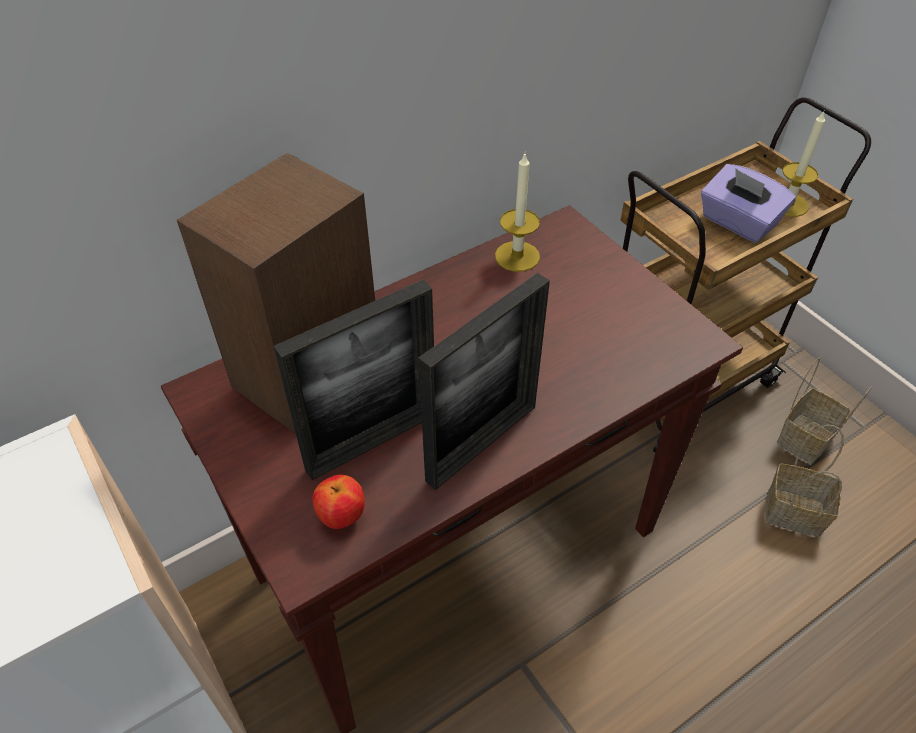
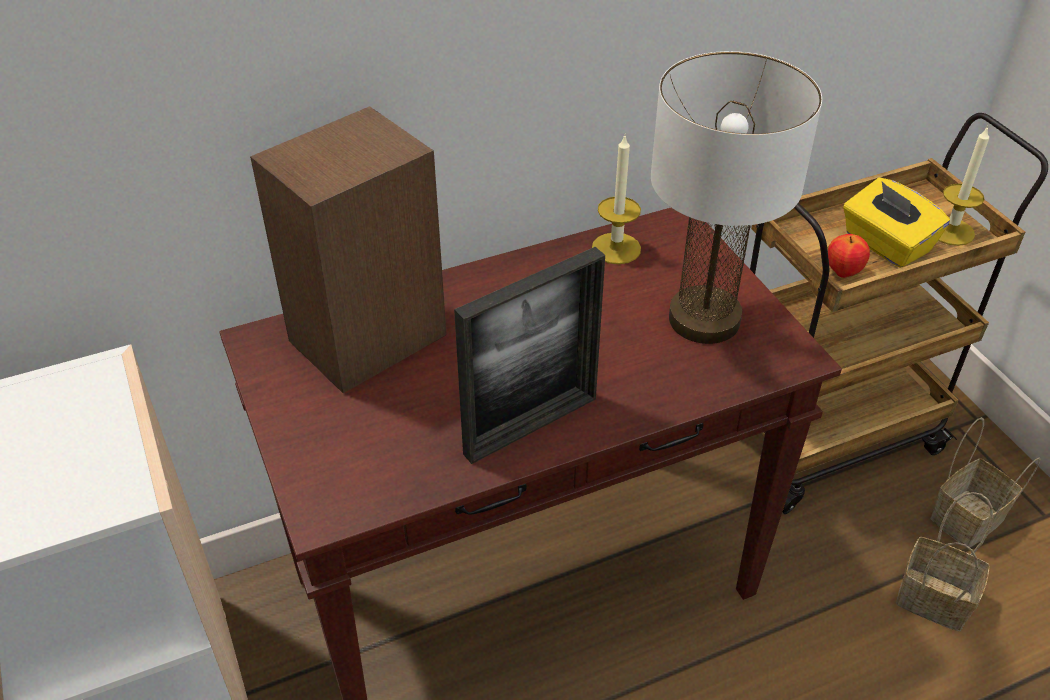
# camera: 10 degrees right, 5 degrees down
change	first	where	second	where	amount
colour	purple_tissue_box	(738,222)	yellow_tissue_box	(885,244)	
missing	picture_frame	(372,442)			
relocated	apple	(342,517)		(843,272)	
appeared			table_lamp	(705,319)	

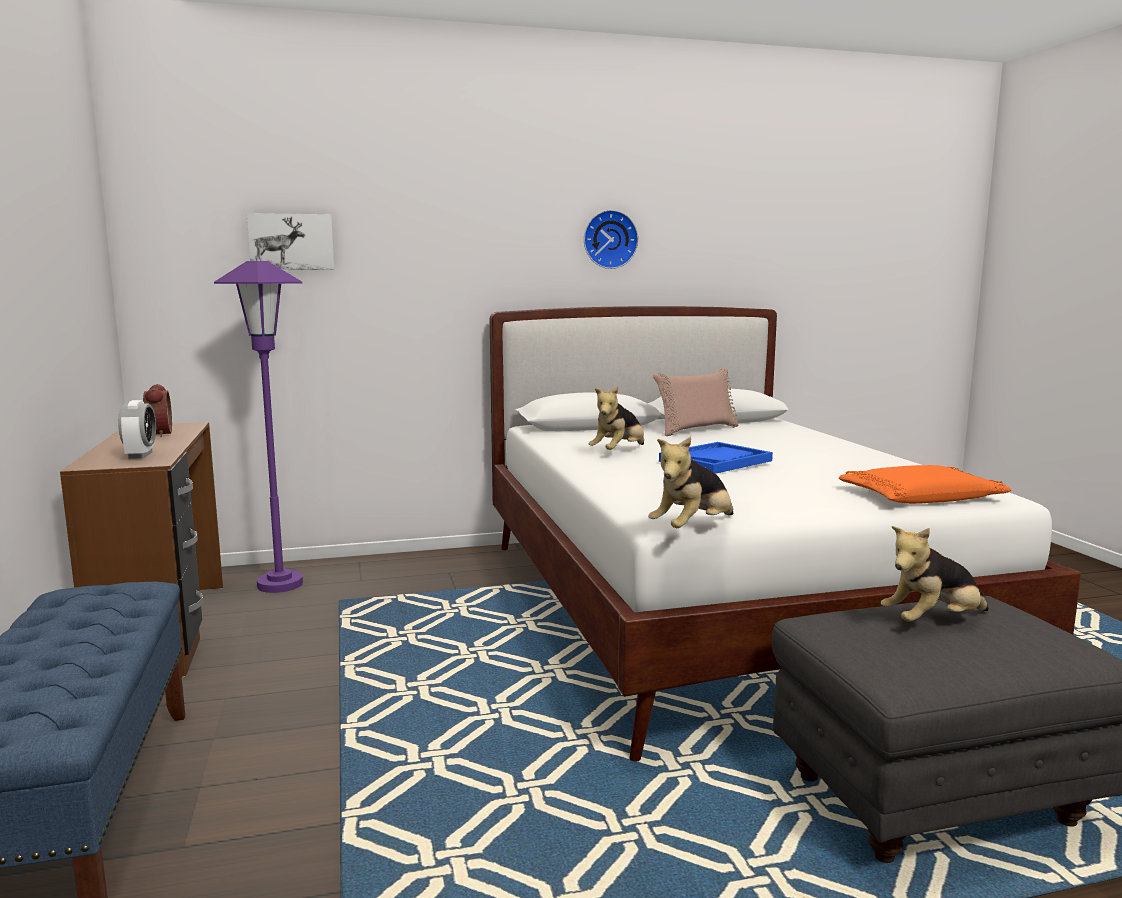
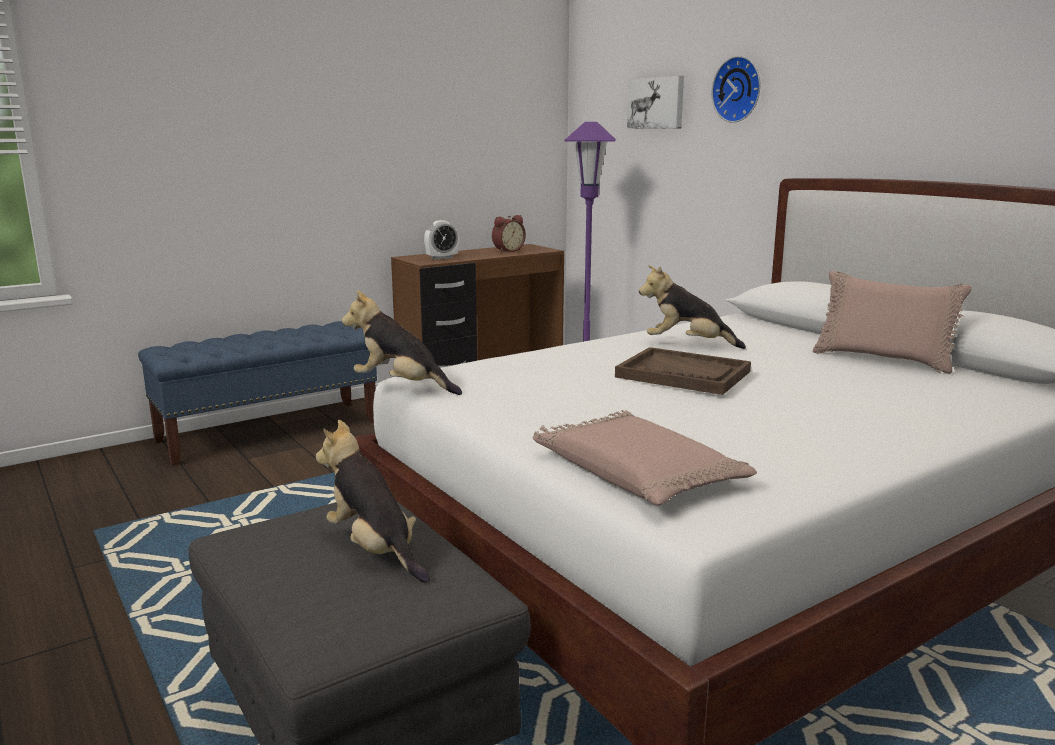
# camera: 70 degrees right, 5 degrees up
change	first	where	second	where	amount
relocated	wall_clock	(609,239)		(739,89)	
colour	blue_tray	(715,461)	brown_tray	(683,374)	
colour	orange_pillow	(922,495)	beige_pillow	(637,470)	

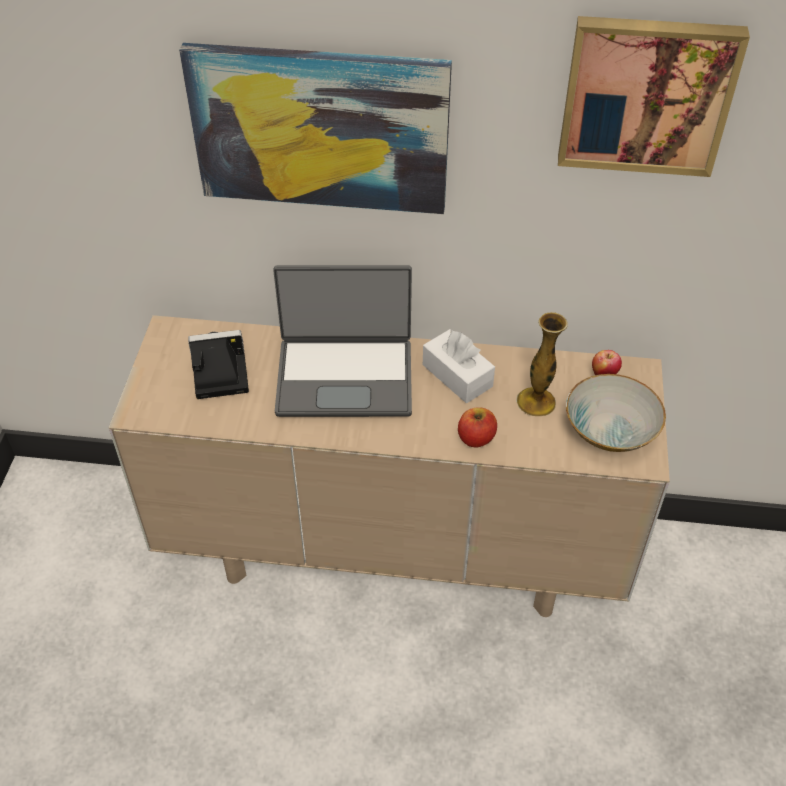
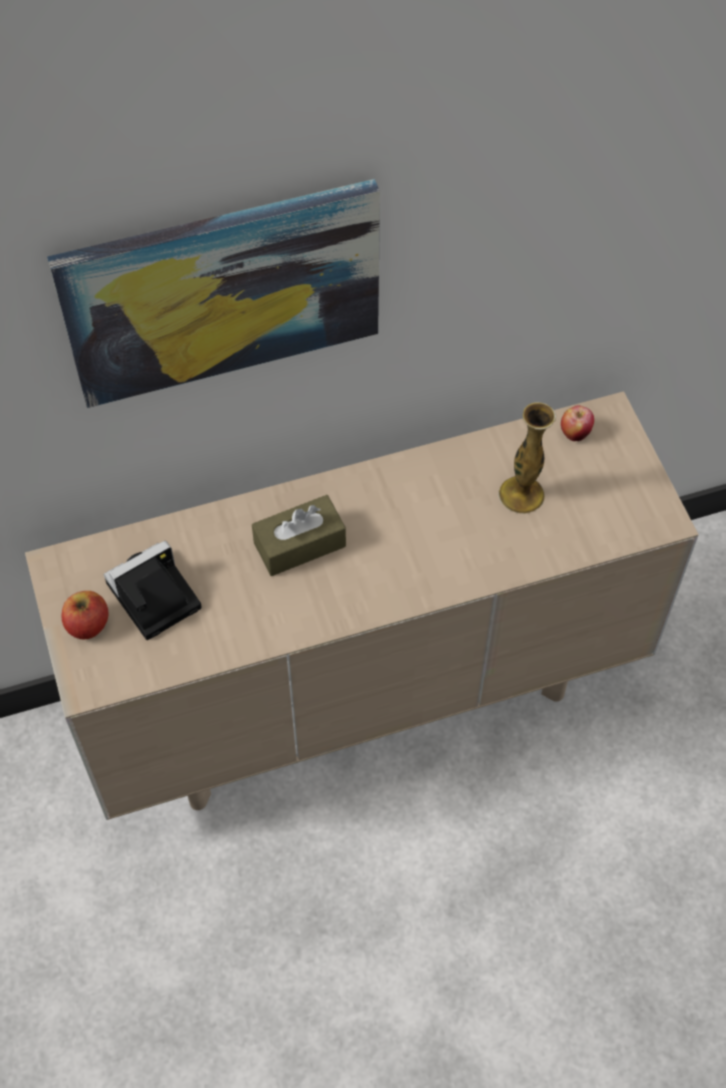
# camera: 25 degrees left, 10 degrees up
change	first	where	second	where	amount
missing	picture	(646,94)			
exchanged	laptop	(345,376)	brown_tissue_box	(299,544)	
missing	white_tissue_box	(457,375)			
missing	bowl	(609,429)			
relocated	apple	(476,438)		(87,624)	

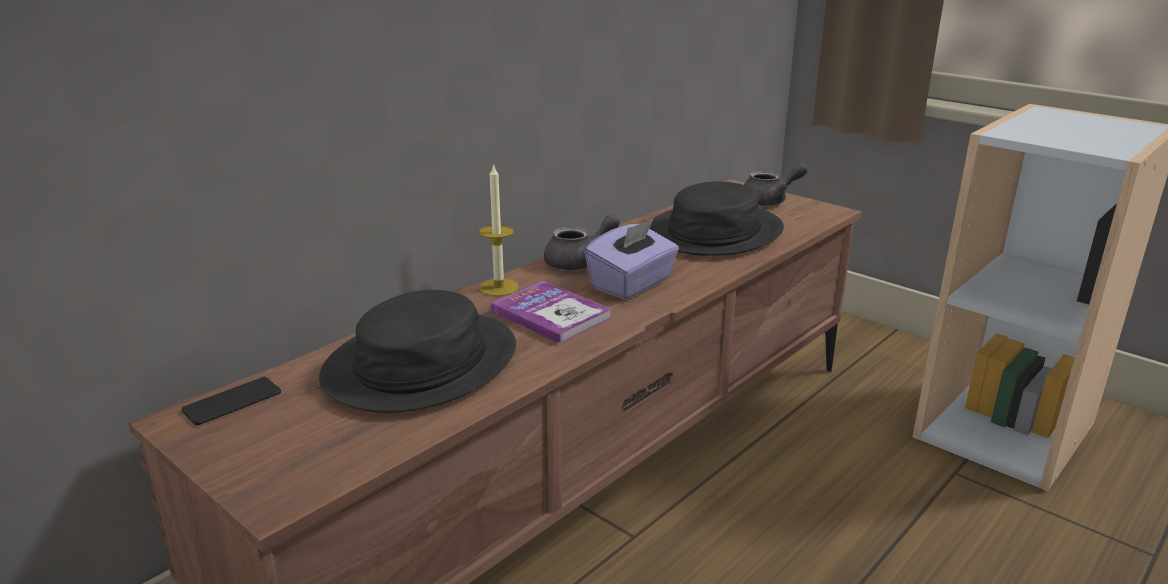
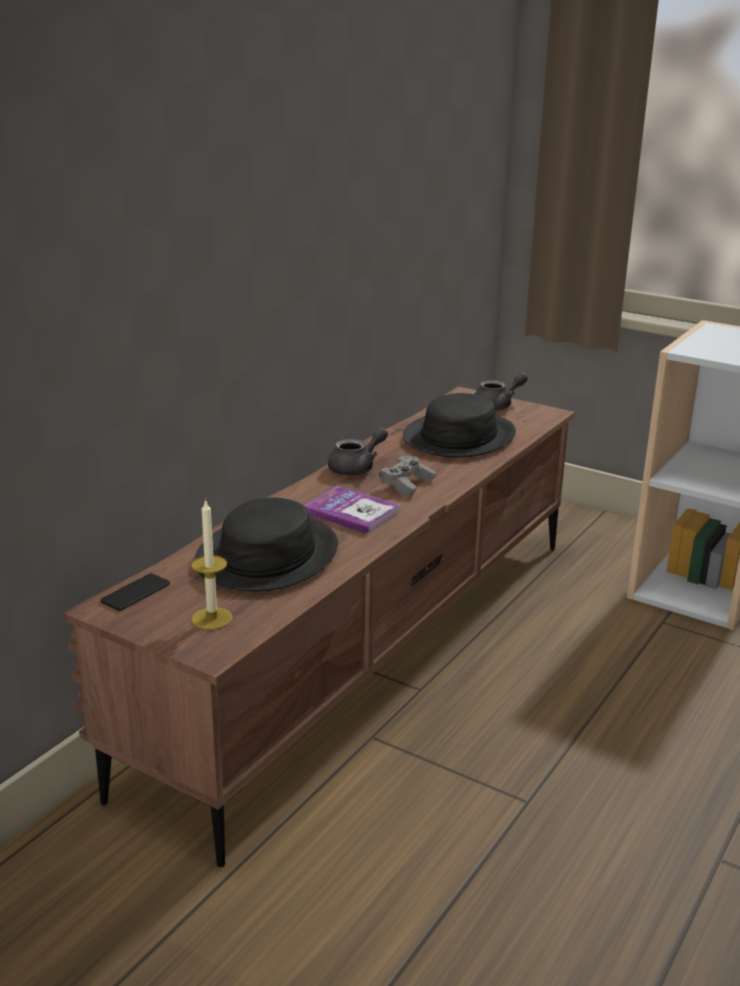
# camera: 10 degrees left, 0 degrees up
change	first	where	second	where	amount
relocated	candle	(499,287)		(212,618)	
exchanged	purple_tissue_box	(632,284)	grey_game_controller	(407,484)	

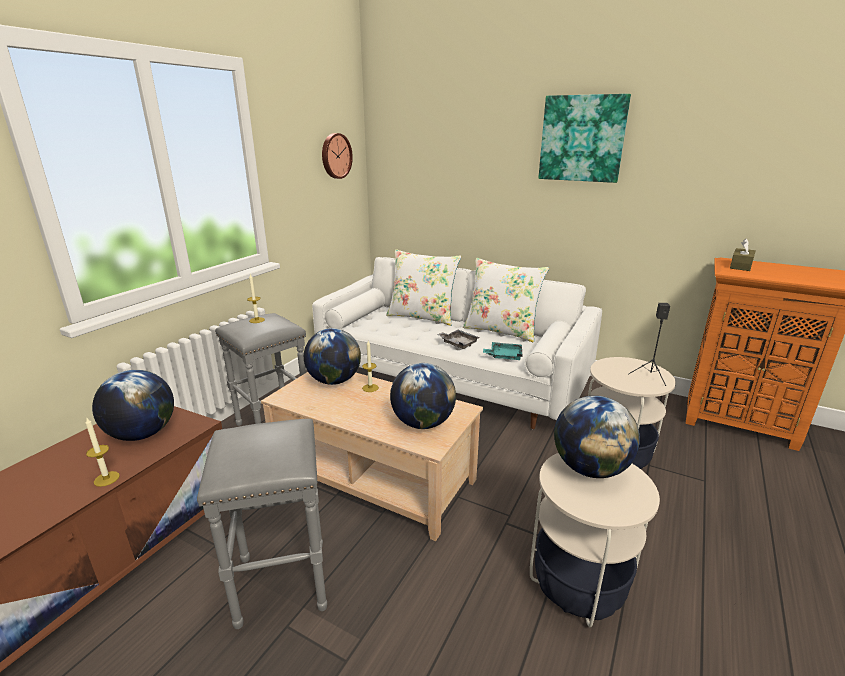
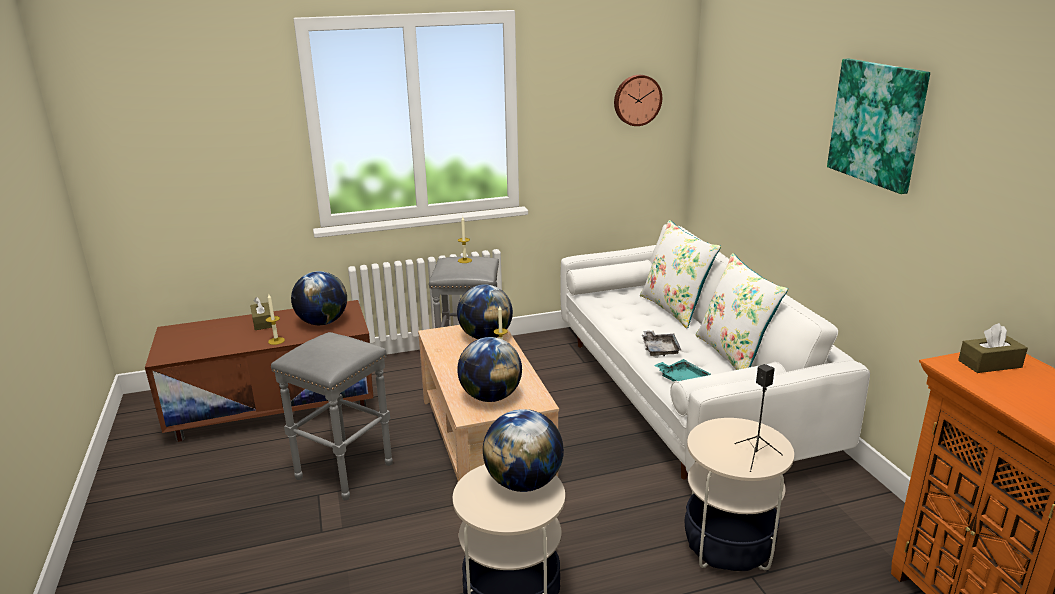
# camera: 45 degrees right, 0 degrees up
change	first	where	second	where	amount
appeared			brown_tissue_box	(262,322)	

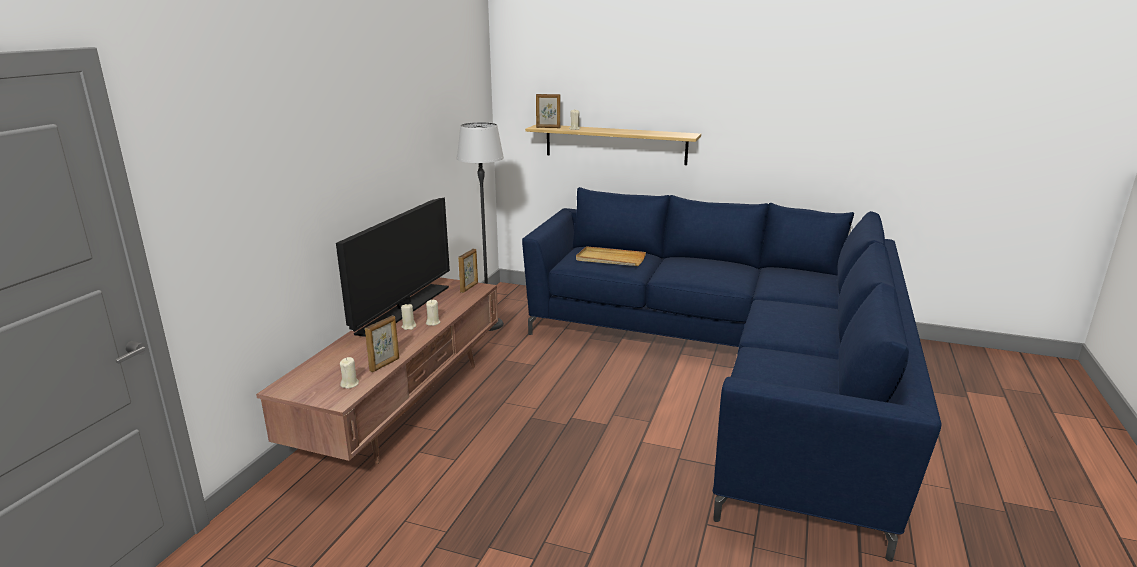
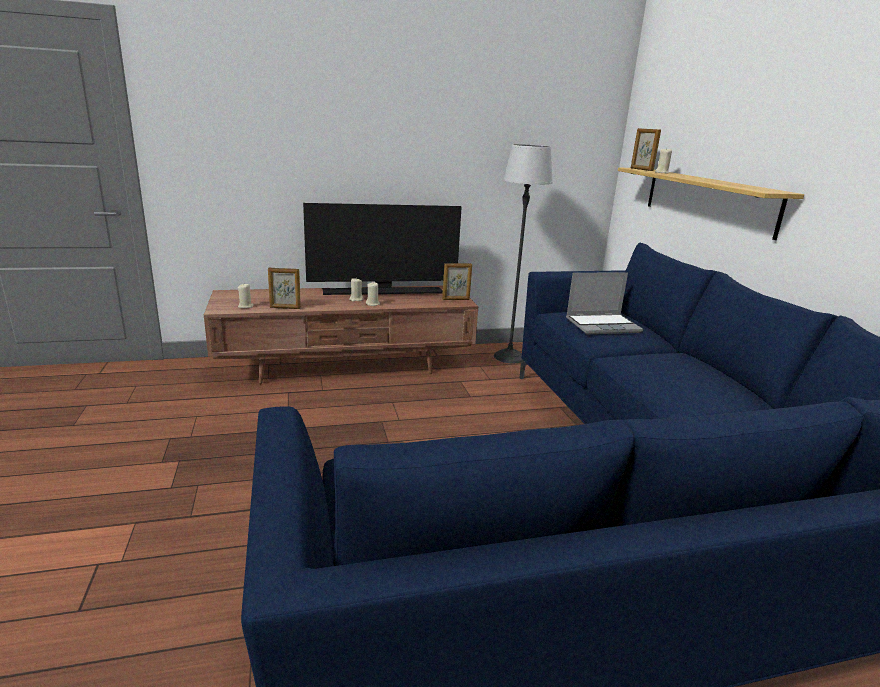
# camera: 55 degrees right, 0 degrees up
change	first	where	second	where	amount
exchanged	beige_tray	(610,259)	laptop	(603,325)	

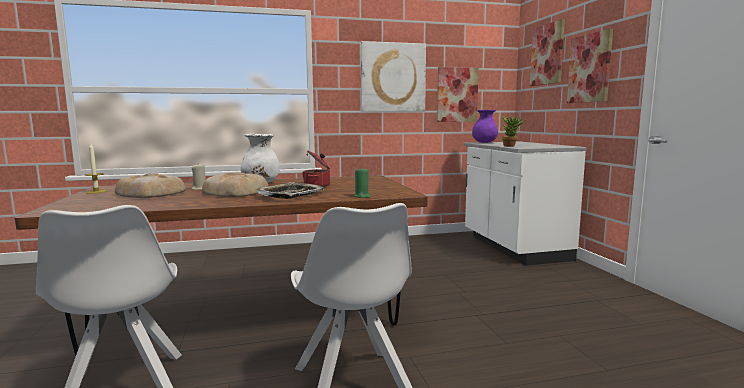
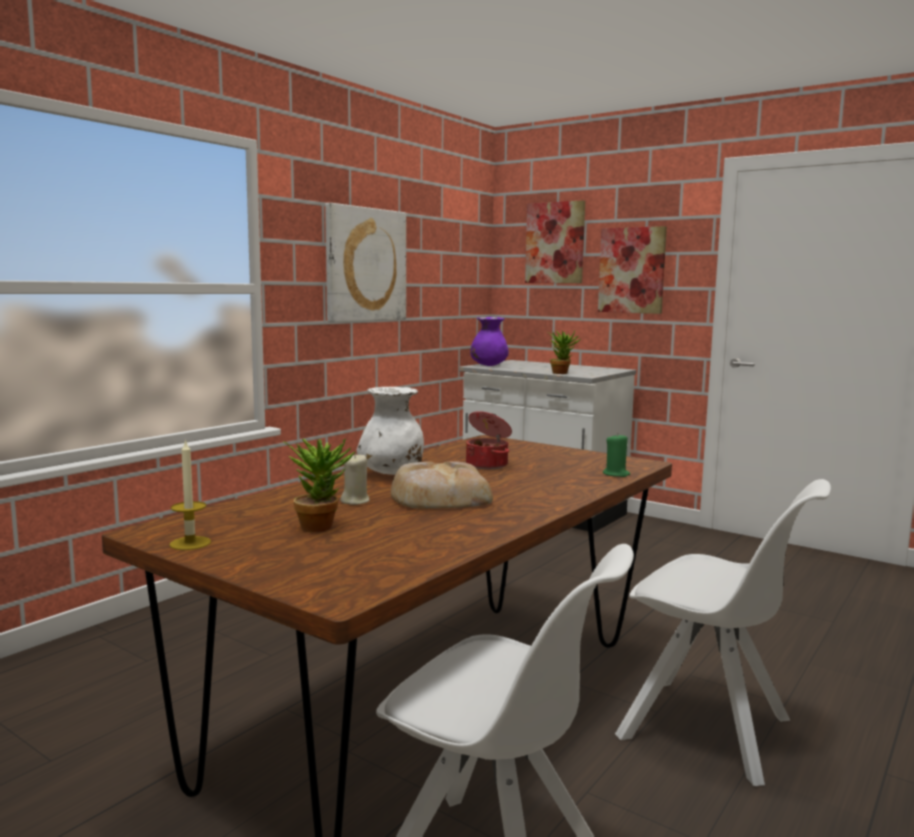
# camera: 40 degrees left, 0 degrees up
change	first	where	second	where	amount
missing	picture	(457,95)			
exchanged	bread	(151,193)	potted_plant	(321,525)	
missing	tray	(291,195)			

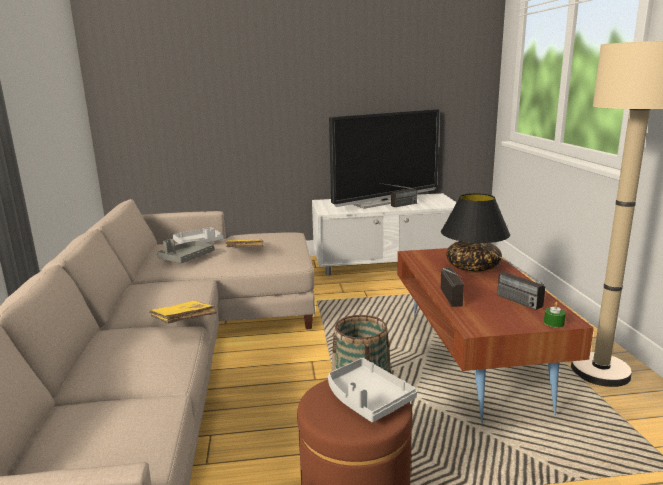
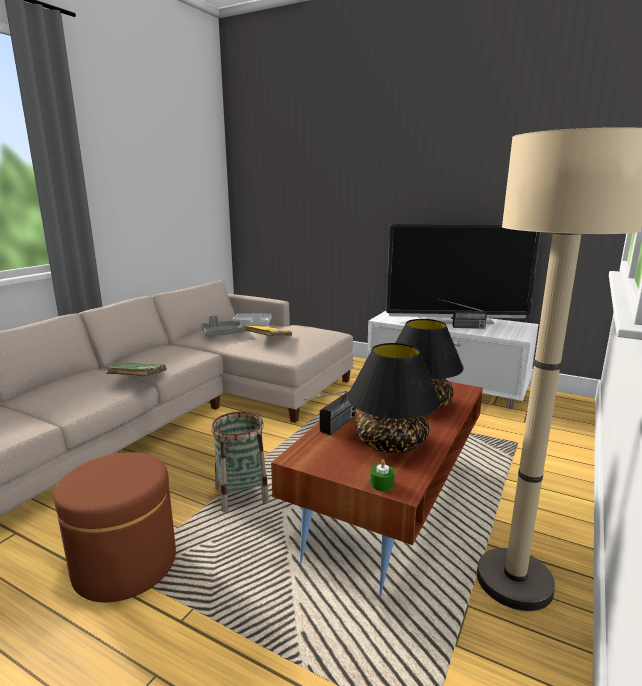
# camera: 35 degrees right, 0 degrees up
change	first	where	second	where	amount
exchanged	radio	(508,297)	black_table_lamp	(391,442)	
colour	yellow_book	(183,323)	green_book	(138,379)	
missing	grey_tray	(367,399)			

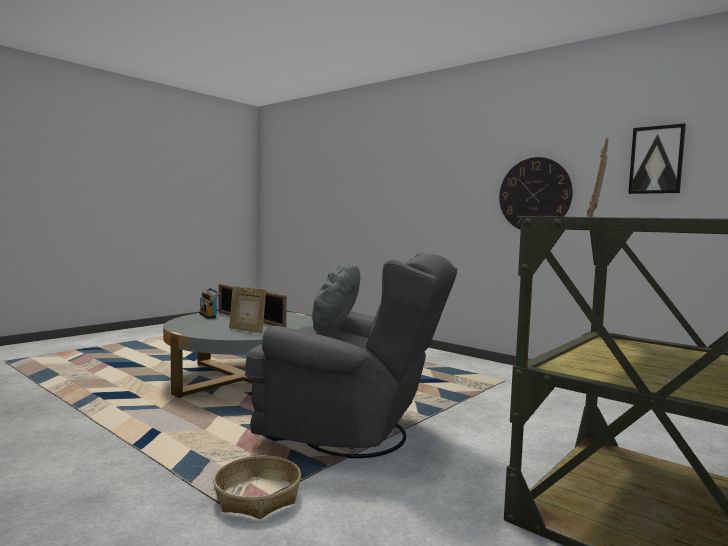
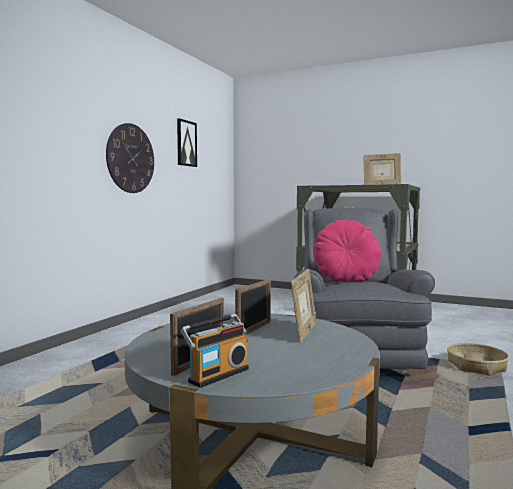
# camera: 105 degrees left, 0 degrees up
change	first	where	second	where	amount
colour	grey_pillow	(336,331)	pink_pillow	(346,280)	

